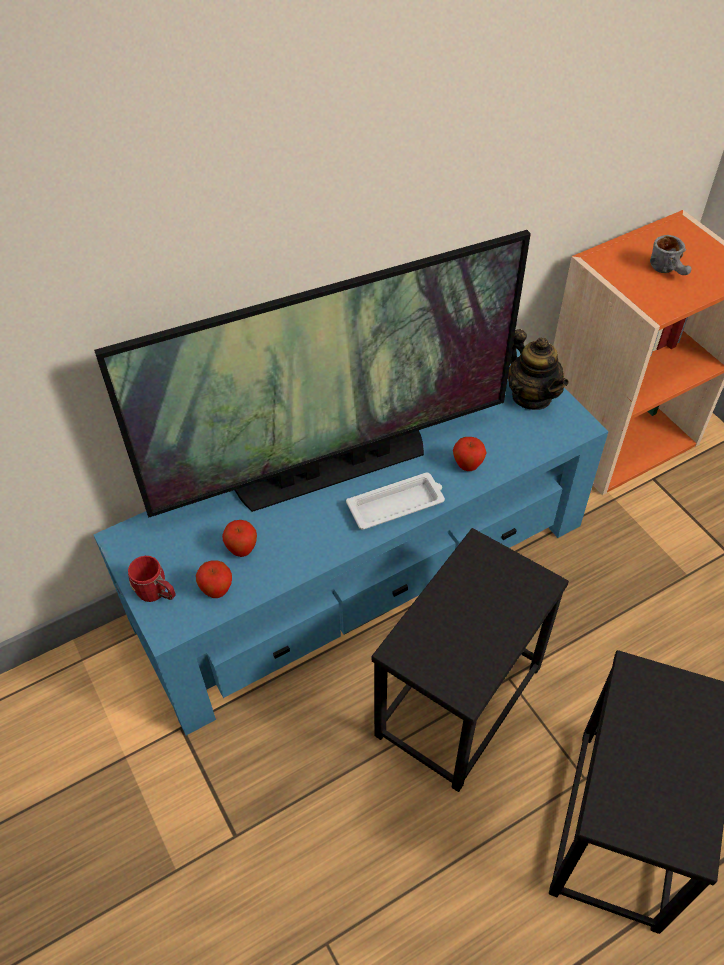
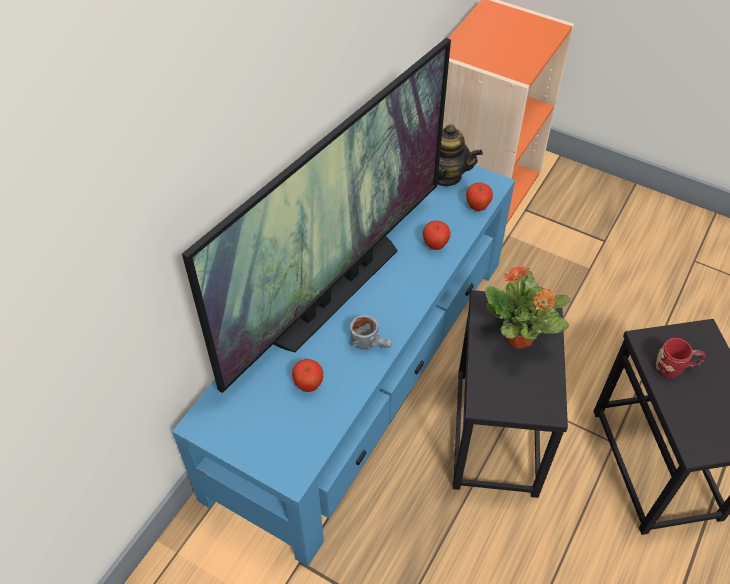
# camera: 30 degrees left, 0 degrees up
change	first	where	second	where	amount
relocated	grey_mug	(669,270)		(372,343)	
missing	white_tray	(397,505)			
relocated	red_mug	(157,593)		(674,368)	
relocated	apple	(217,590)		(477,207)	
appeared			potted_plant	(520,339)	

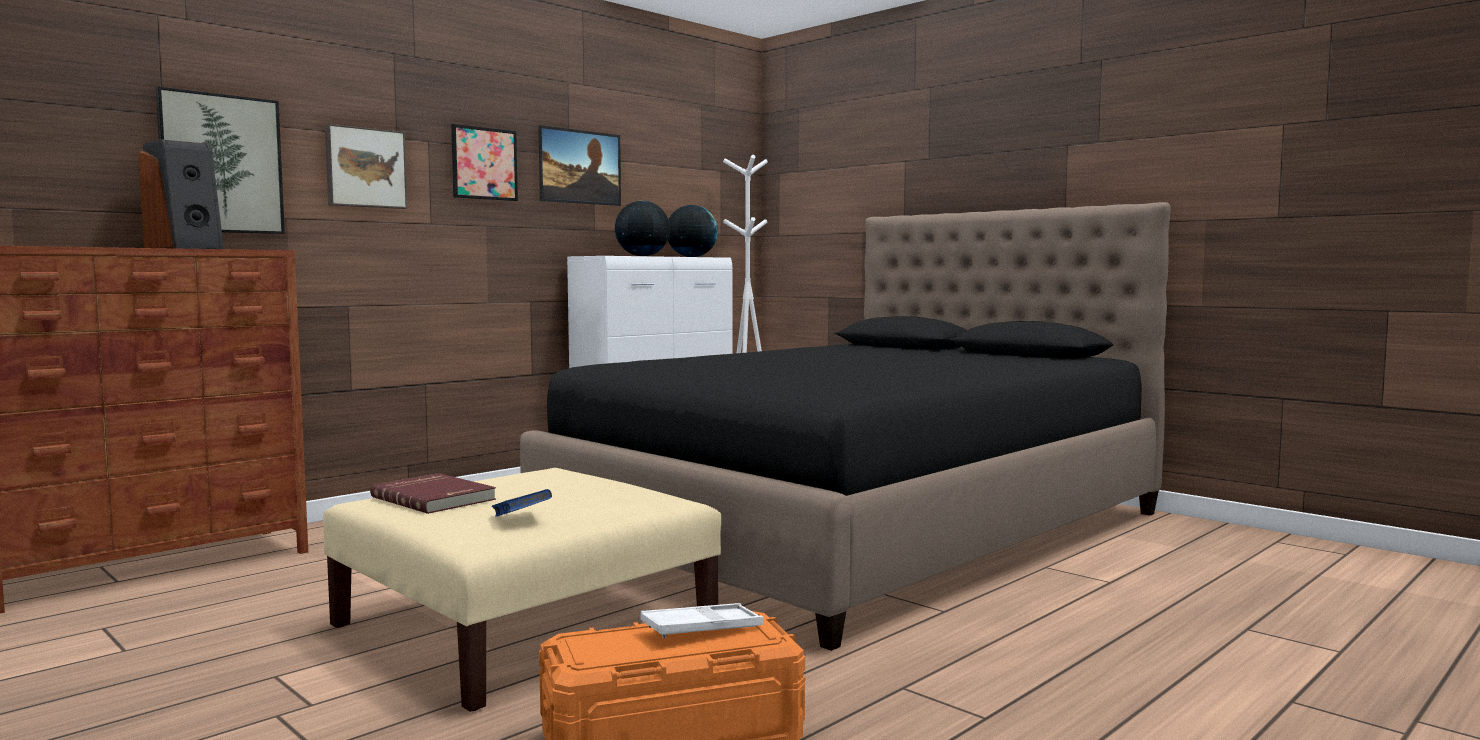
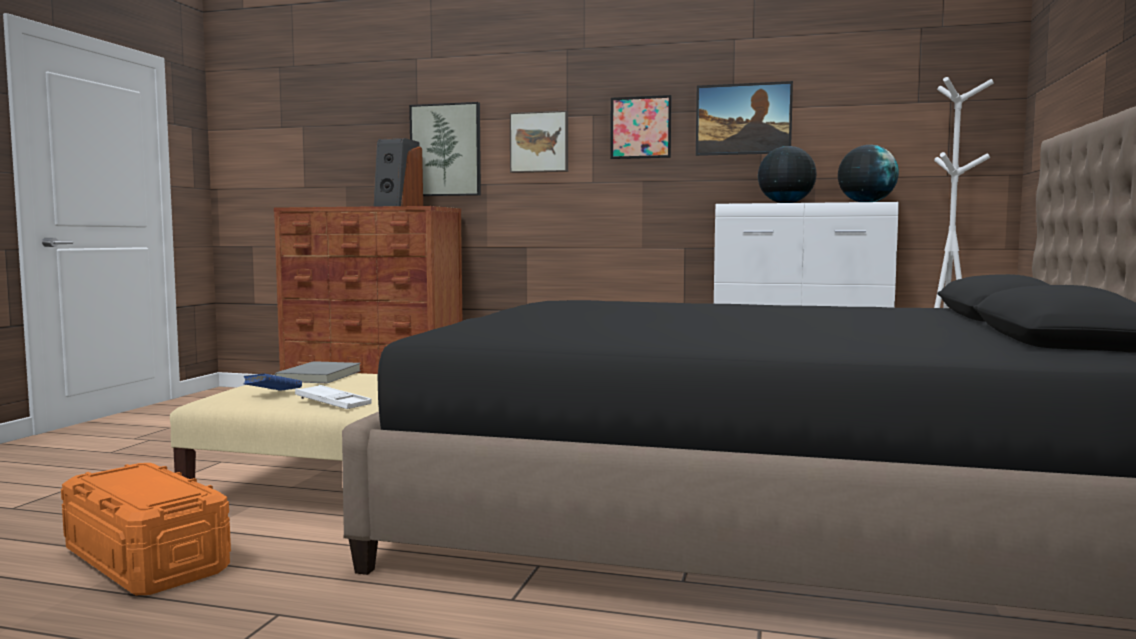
# camera: 60 degrees right, 0 degrees up
change	first	where	second	where	amount
colour	red_book	(435,498)	grey_book	(320,376)	
relocated	white_tray	(702,628)		(333,403)	

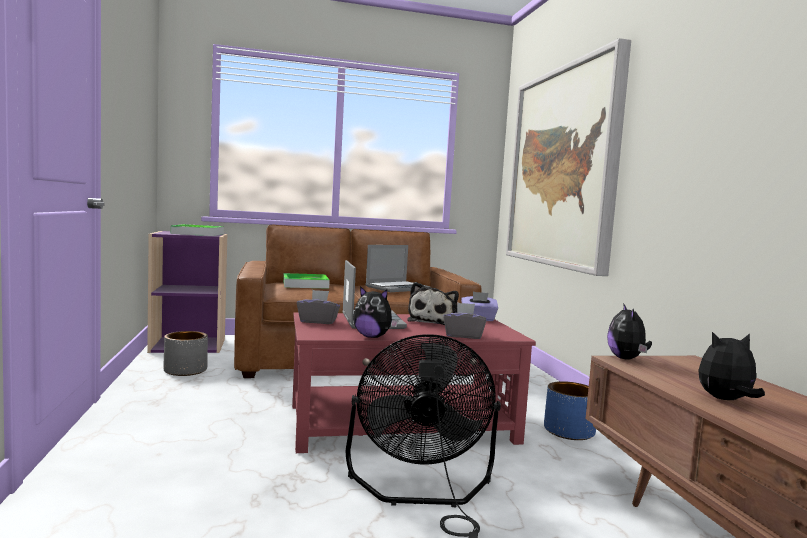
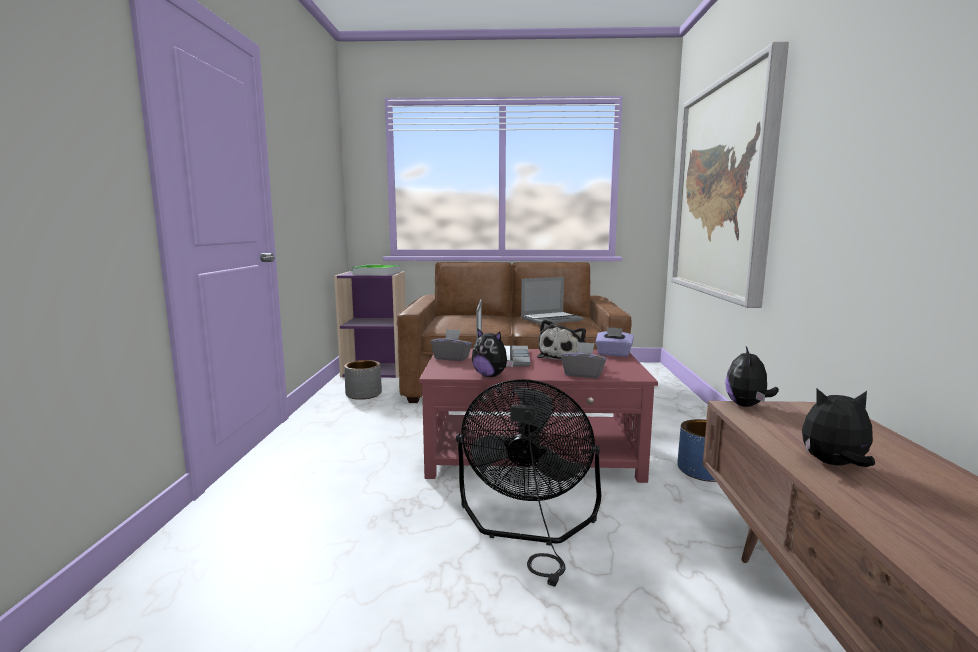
# camera: 15 degrees right, 5 degrees up
change	first	where	second	where	amount
missing	tray	(305,284)			

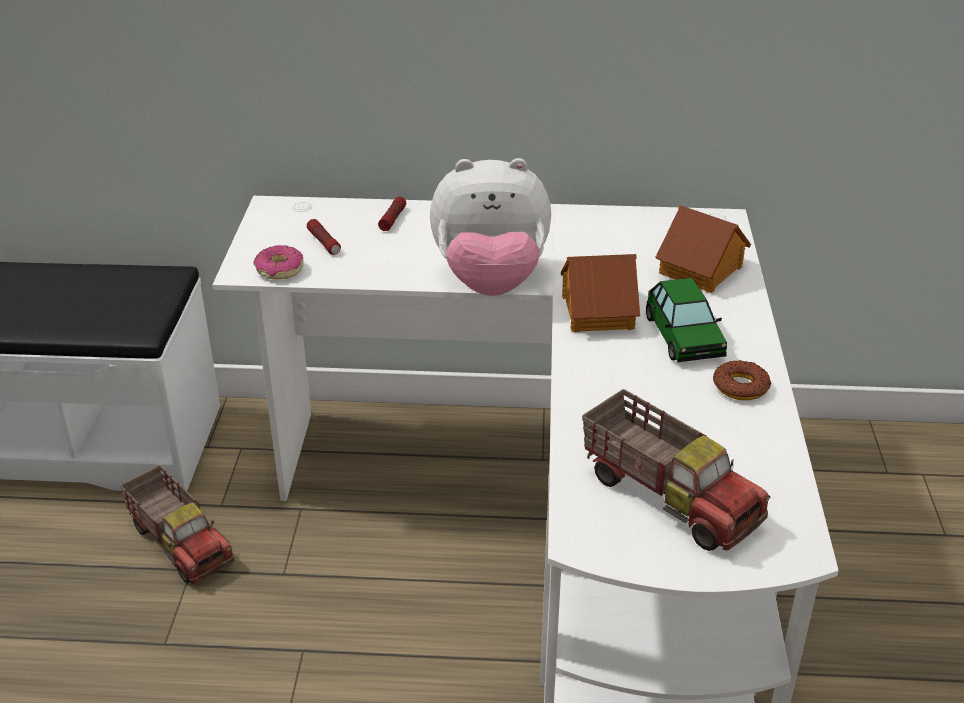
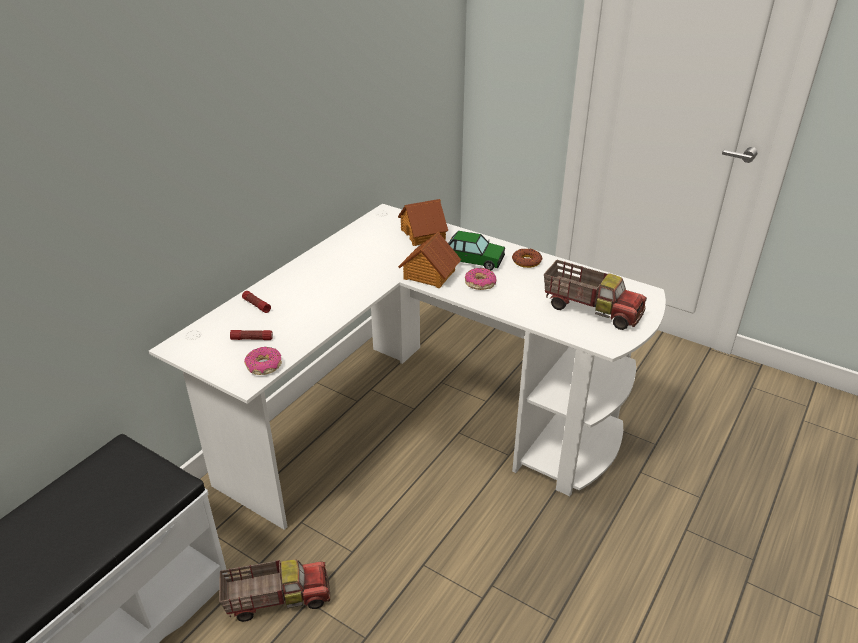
# camera: 60 degrees left, 0 degrees up
change	first	where	second	where	amount
missing	plush_toy	(490,282)			
spun	toy_truck	(669,496)		(591,309)	45 degrees clockwise
appeared			donut	(480,283)	

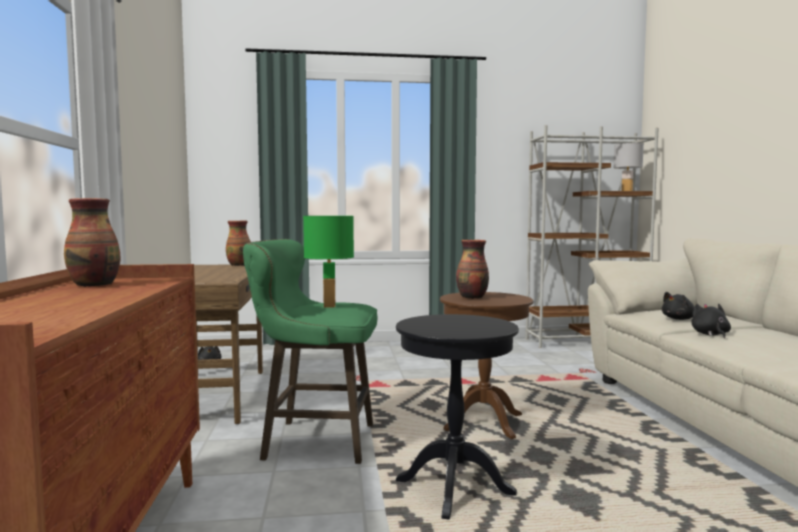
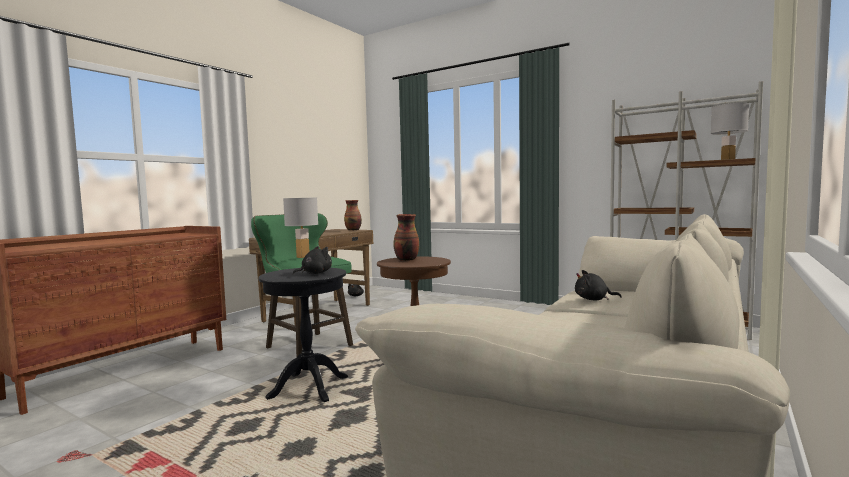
# camera: 40 degrees right, 0 degrees up
change	first	where	second	where	amount
missing	vase	(95,285)			
colour	green_table_lamp	(330,306)	white_table_lamp	(303,257)	
relocated	black_plush_toy	(710,334)		(314,273)	

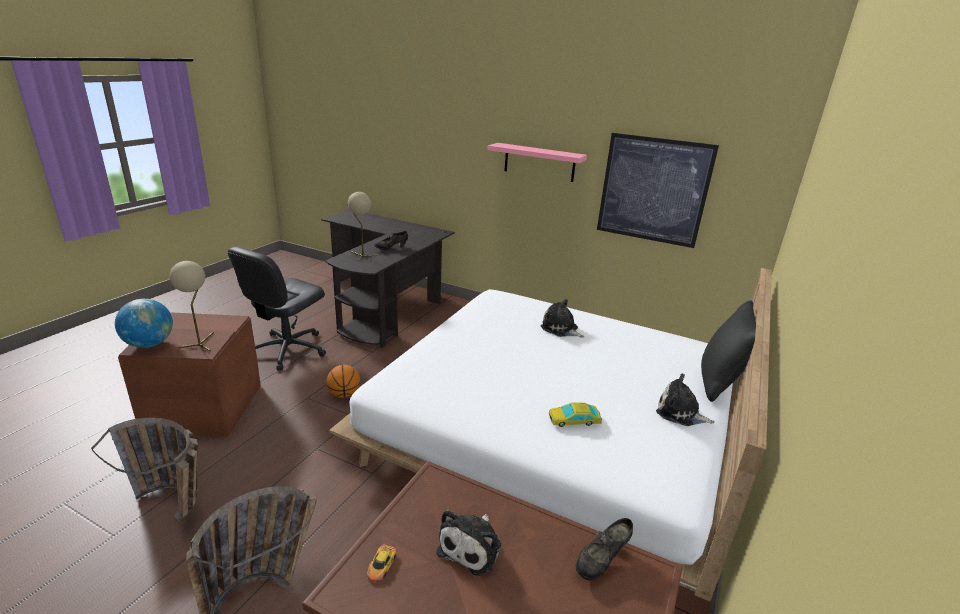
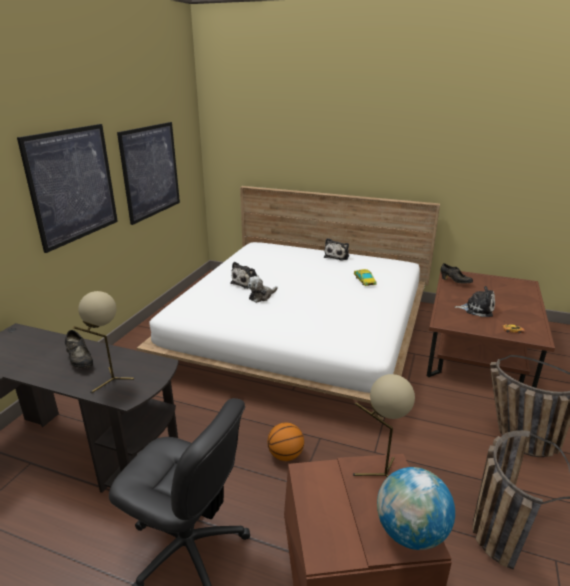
# camera: 95 degrees left, 0 degrees up
change	first	where	second	where	amount
exchanged	pink_shelf	(539,162)	picture	(73,185)	
missing	black_pillow	(719,382)			
appeared			plush_toy	(261,296)	

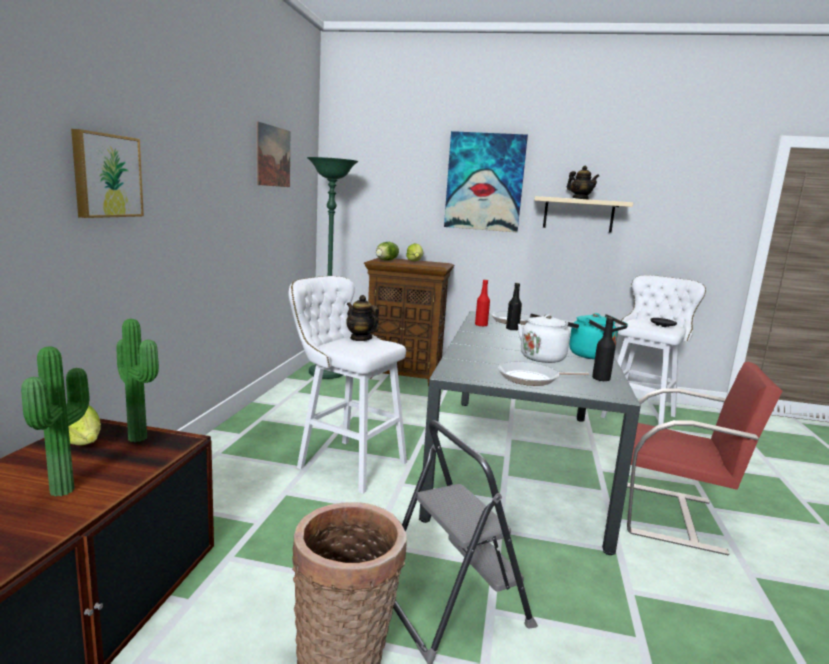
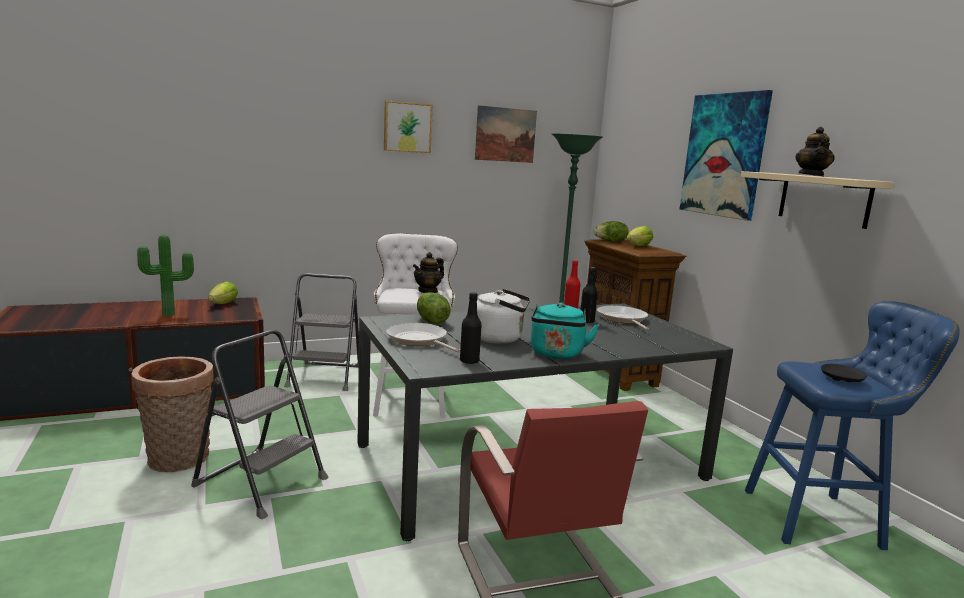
# camera: 55 degrees right, 0 degrees up
change	first	where	second	where	amount
relocated	picture	(106,175)		(407,127)	
colour	white_stool	(641,414)	blue_stool	(826,519)	
spun	teapot	(361,338)		(428,291)	150 degrees counterclockwise
missing	potted_plant	(141,437)			
appeared			grey_step_ladder	(326,375)	
appeared			lettuce	(431,321)	

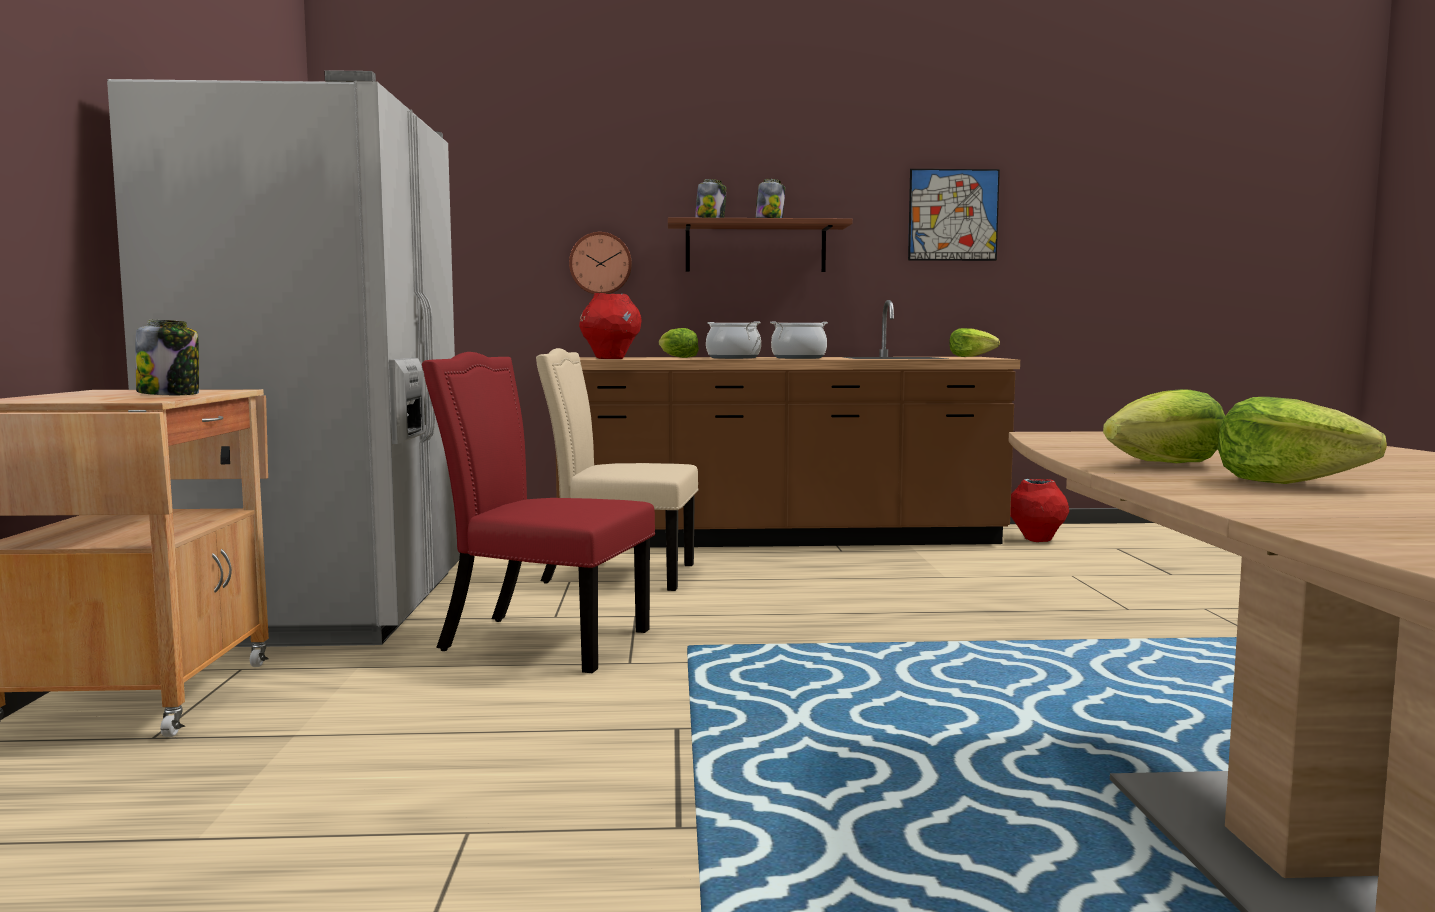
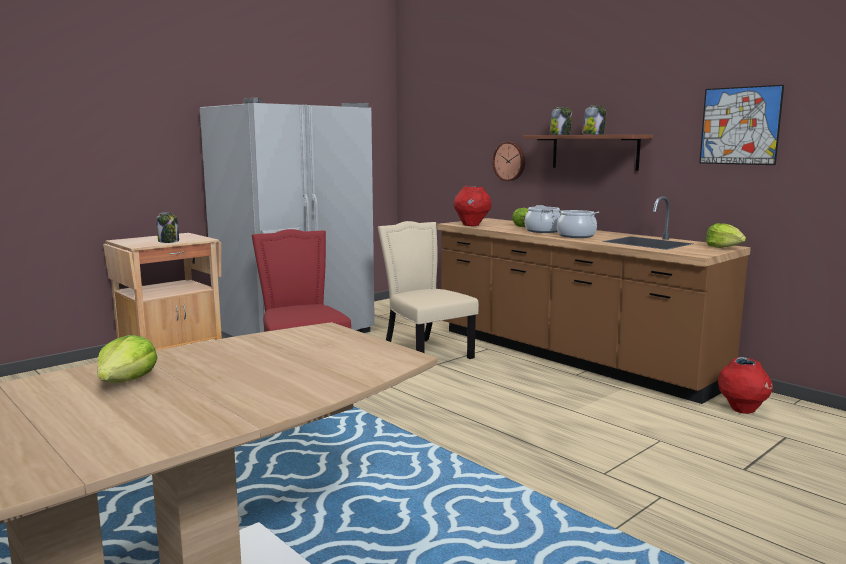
# camera: 50 degrees right, 5 degrees up
change	first	where	second	where	amount
missing	lettuce	(1165,464)			

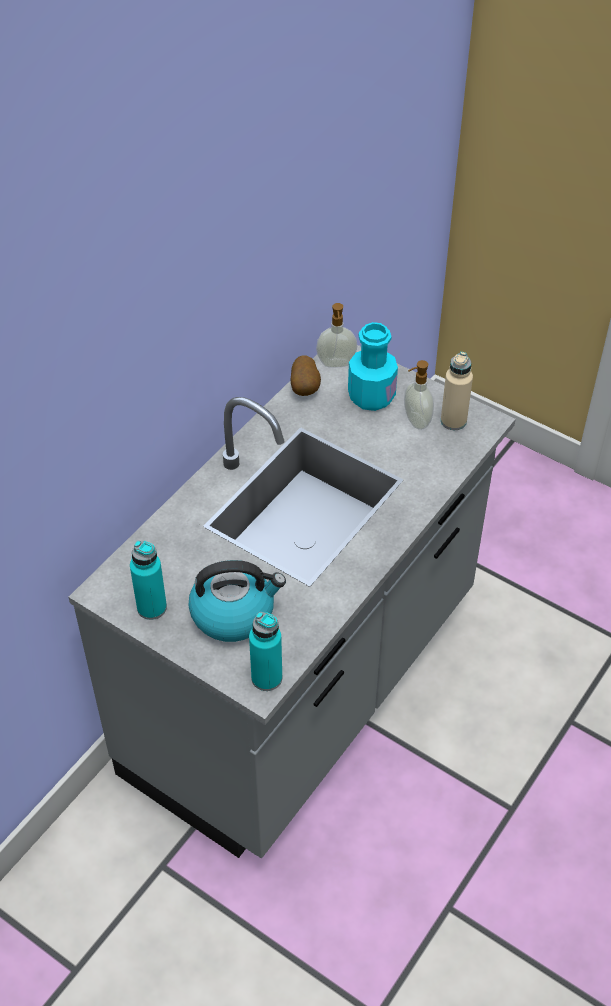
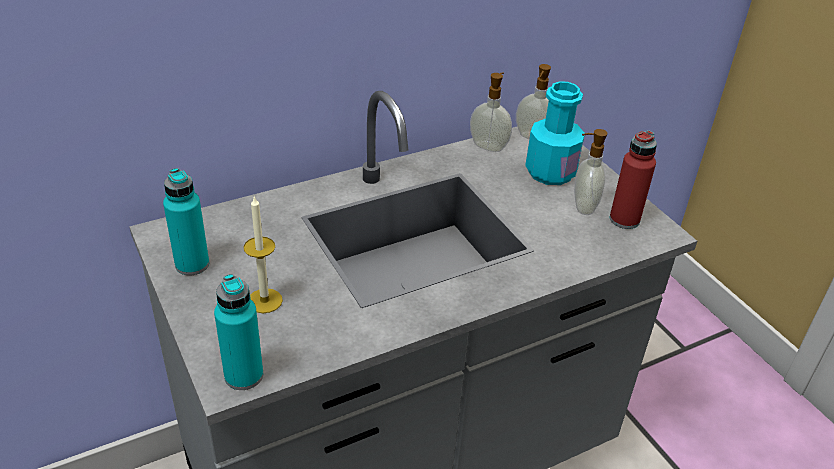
# camera: 25 degrees right, 10 degrees down
change	first	where	second	where	amount
colour	beige_bottle	(453,421)	red_bottle	(624,220)	
exchanged	potato	(305,388)	soap_dispenser	(489,146)	
exchanged	kettle	(234,613)	candle	(264,301)	

